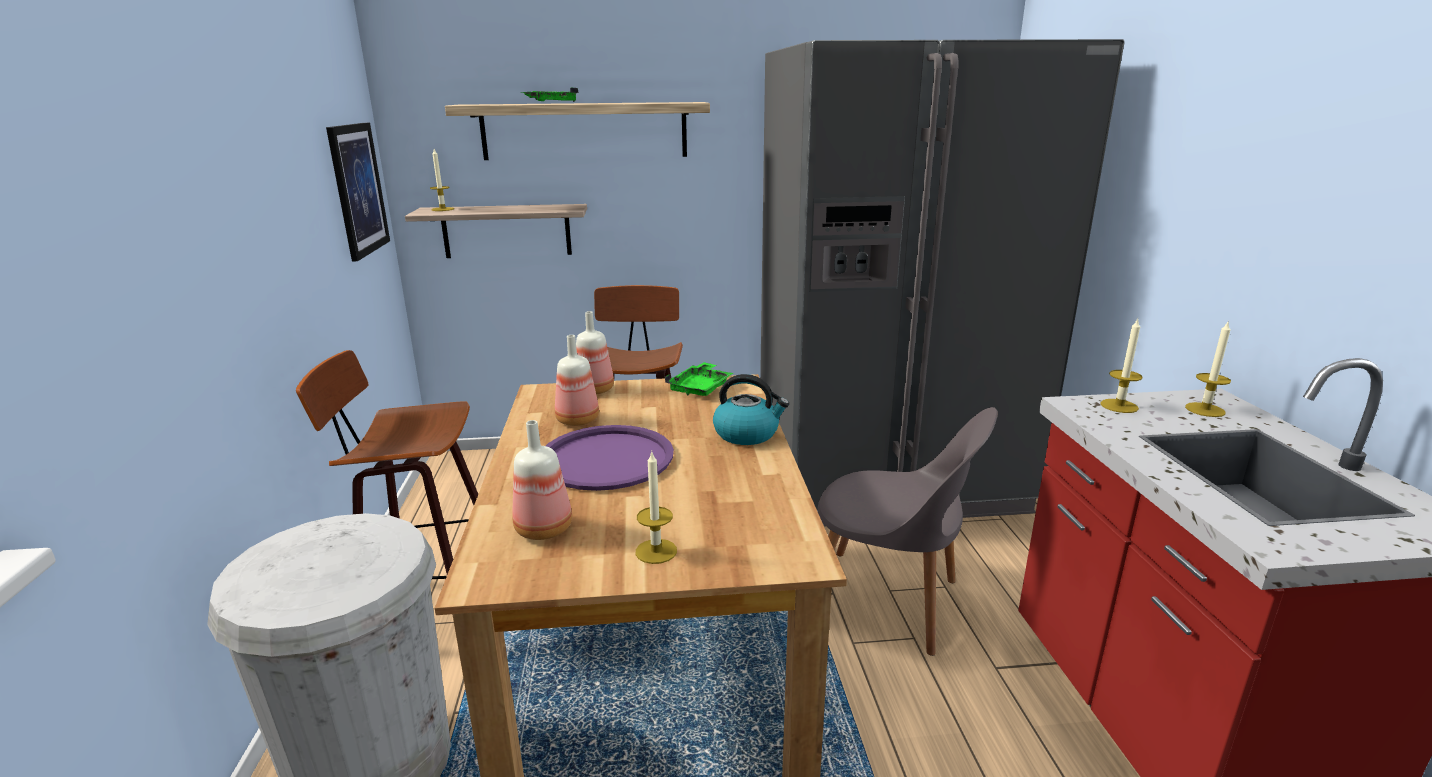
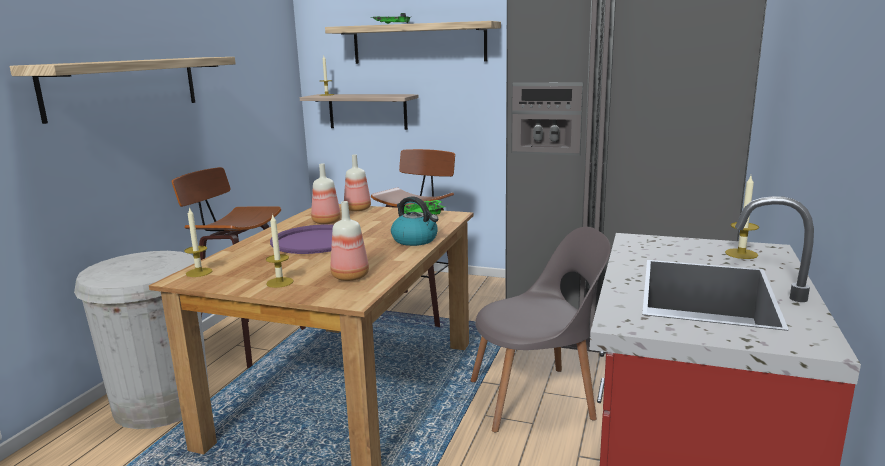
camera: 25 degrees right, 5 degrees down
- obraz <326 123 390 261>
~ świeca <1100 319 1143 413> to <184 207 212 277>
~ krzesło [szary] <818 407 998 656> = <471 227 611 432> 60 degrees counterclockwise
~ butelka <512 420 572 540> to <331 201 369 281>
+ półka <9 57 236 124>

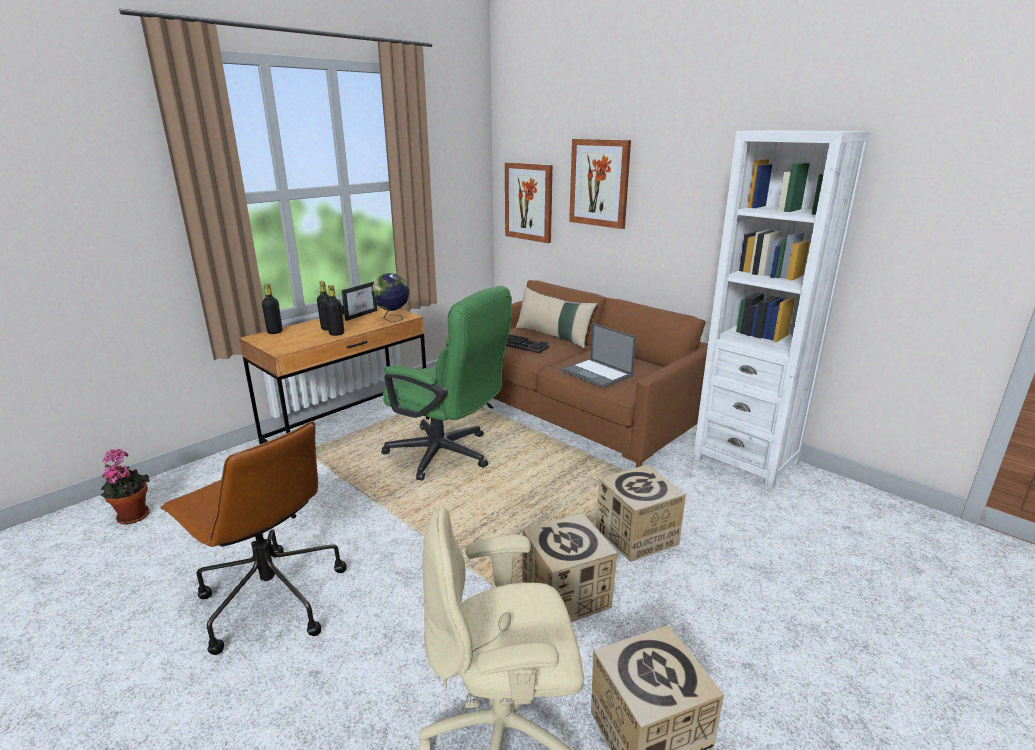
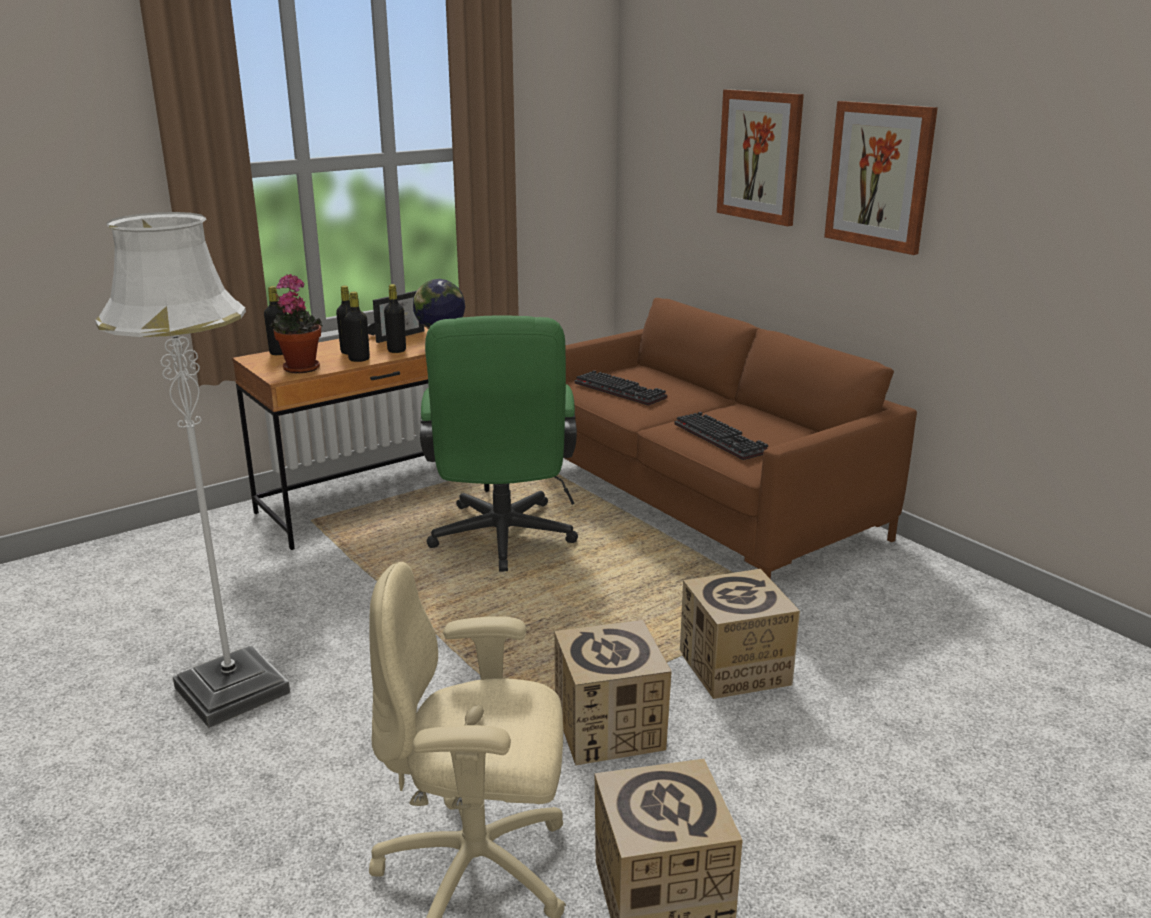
camera: 10 degrees right, 0 degrees up
- regał [biały] <693 130 870 490>
~ obraz <505 162 553 243> to <824 101 938 255>
~ krzesło biurowe [zielony] <381 286 512 481> = <420 315 578 572> 45 degrees clockwise
- poduszka [beżowy] <516 287 597 348>
~ laptop <562 323 636 388> to klawiatura <674 412 768 460>
~ krzesło biurowe [brązowy] <161 421 347 655> to lampa stojąca [biały] <95 212 290 728>
~ roślina doniczkowa <101 449 150 524> to <270 274 323 374>
+ butelka [czarny] <384 284 406 353>

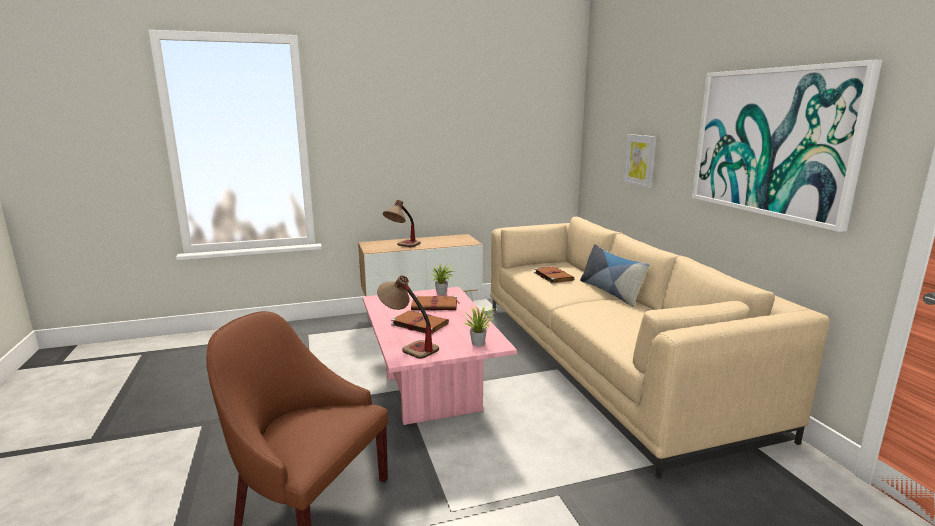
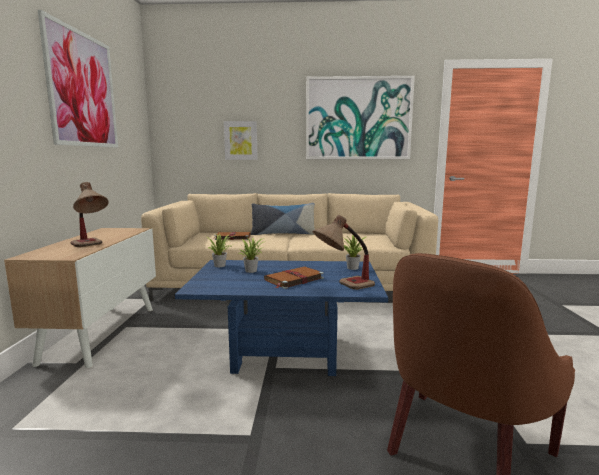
camera: 70 degrees left, 5 degrees down
~ ława [różowy] <363 287 517 425> to ława [niebieski] <175 260 388 376>
~ książka [brązowy] <411 296 461 310> to roślina doniczkowa <237 237 265 273>
+ obraz <38 10 118 148>

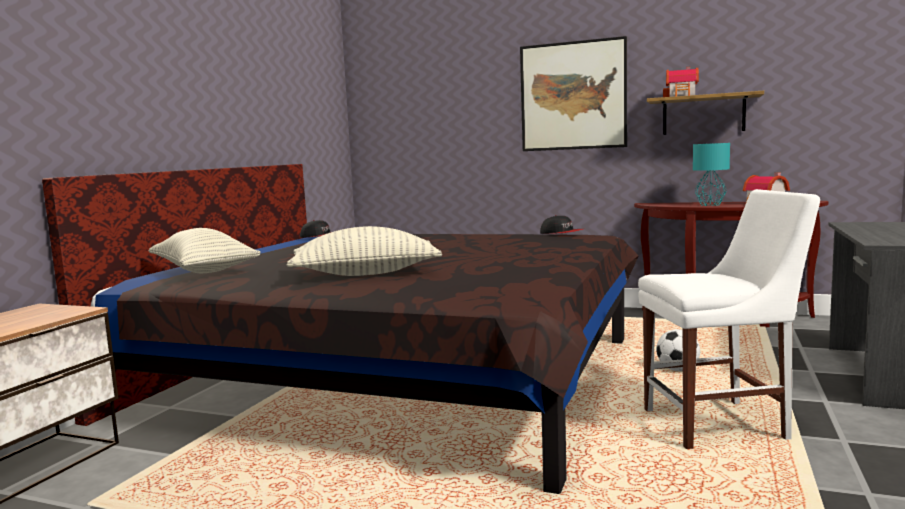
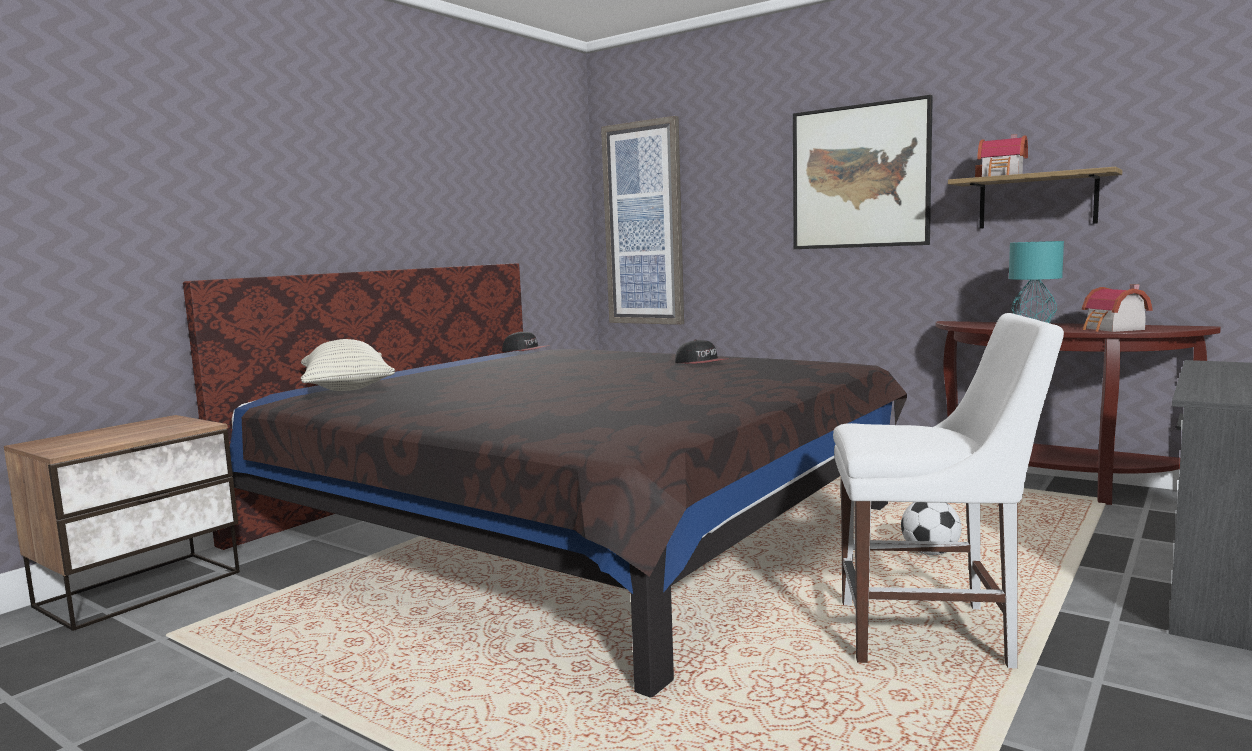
camera: 15 degrees right, 0 degrees up
~ czapka z daszkiem <540 215 583 234> to <675 339 728 364>
- poduszka <287 226 442 276>
+ obraz <601 116 684 325>

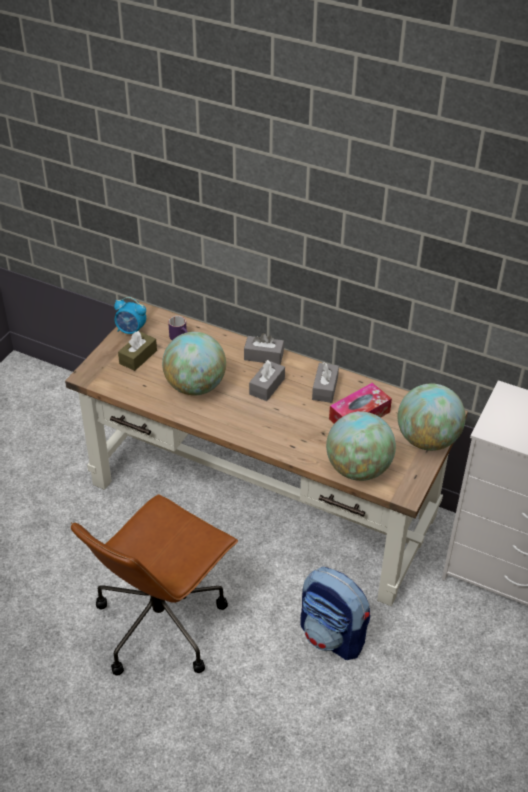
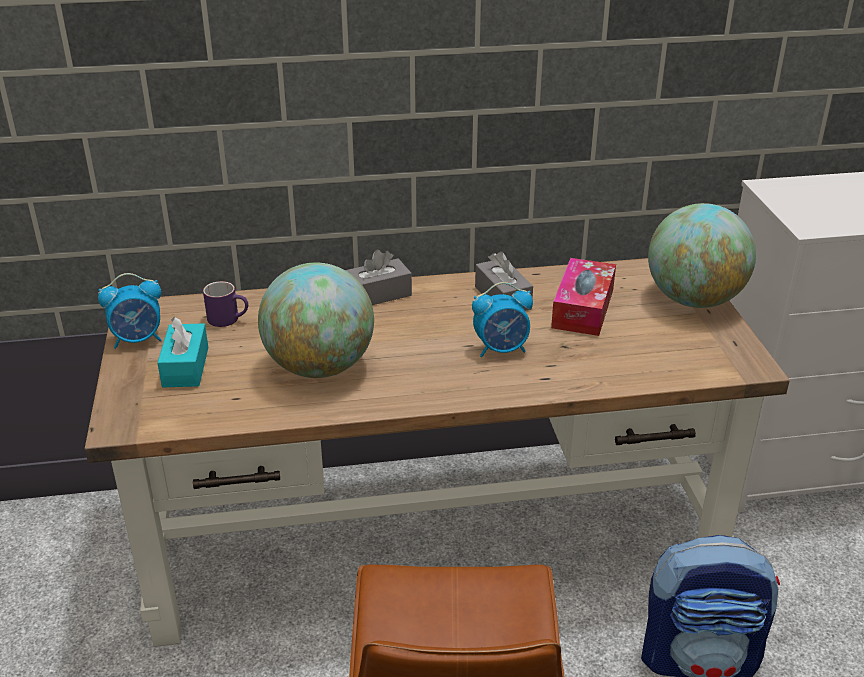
camera: 35 degrees left, 10 degrees down
~ pudełko chusteczek [brązowy] <118 331 157 371> to pudełko chusteczek [turkusowy] <158 317 208 387>
- pudełko chusteczek [szary] <249 360 285 401>
- globus <326 412 396 481>
+ budzik <472 282 533 357>

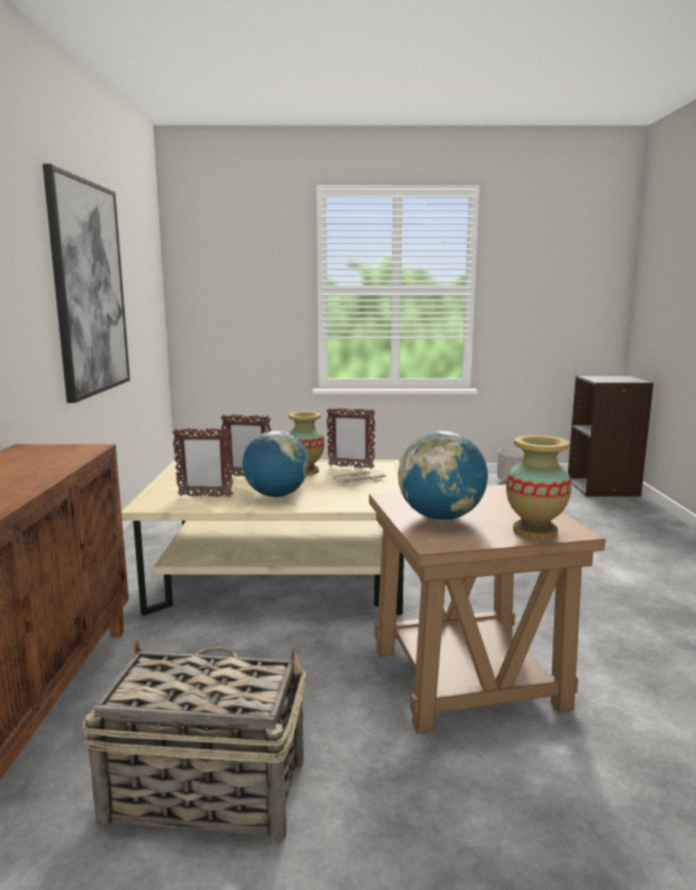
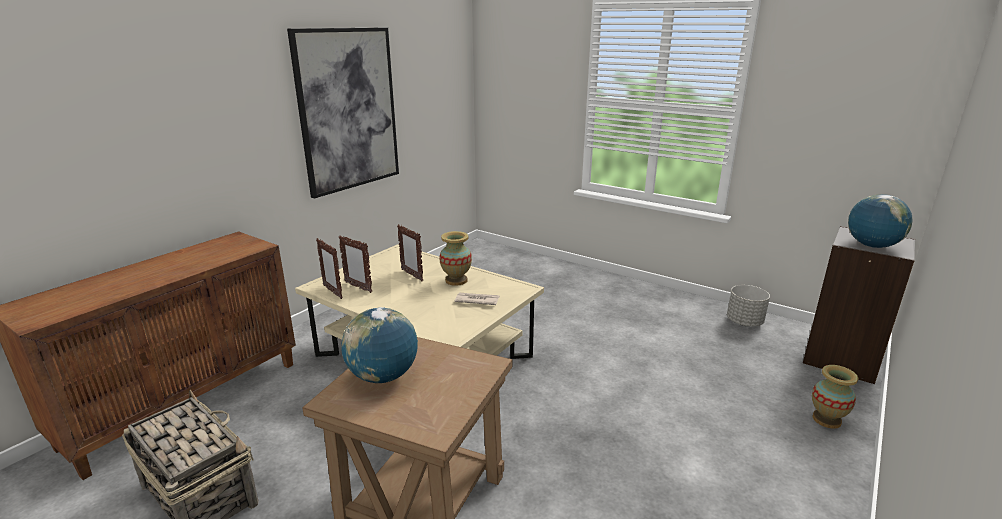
camera: 35 degrees right, 10 degrees up
~ ramka na zdjęcie <326 408 375 469> to <316 238 343 299>
~ globus <242 431 309 497> to <848 194 913 248>
~ wazon <506 435 572 540> to <812 365 858 429>

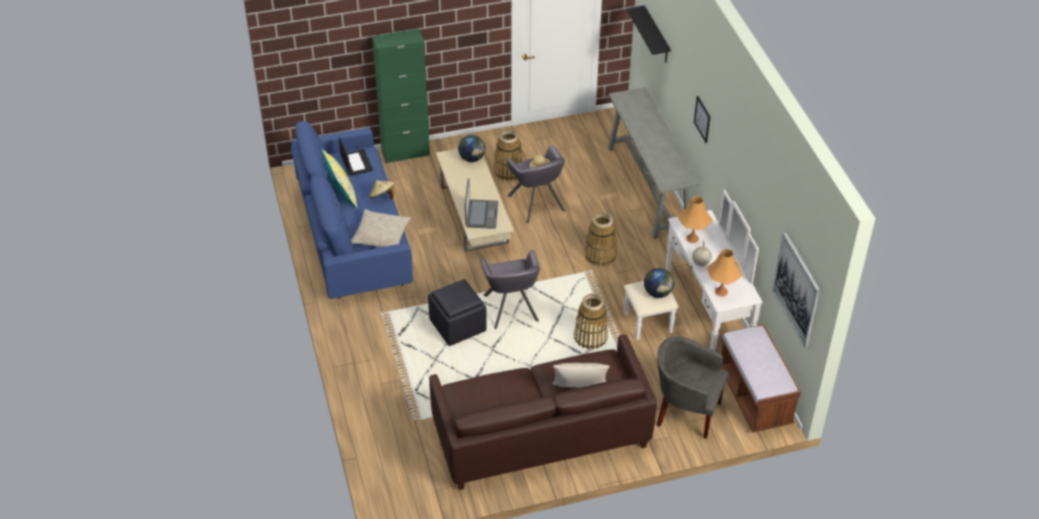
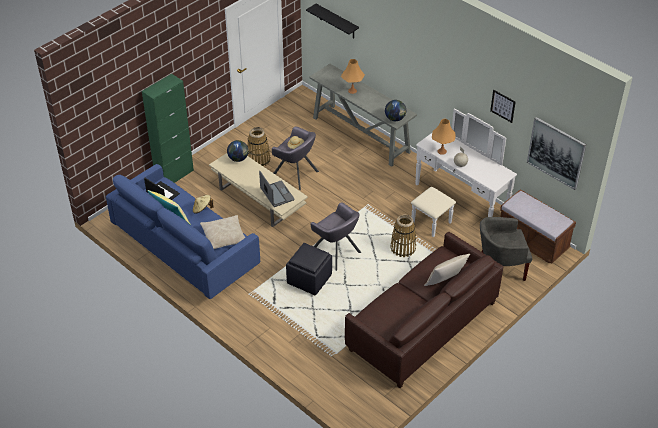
camera: 30 degrees left, 0 degrees up
~ obraz <694 96 710 143> to <490 90 516 123>
- koszyk <585 212 617 267>
~ lampa stołowa [pomarańczowy] <707 249 742 296> to <341 59 365 94>
~ globus <644 268 674 298> to <385 100 406 121>

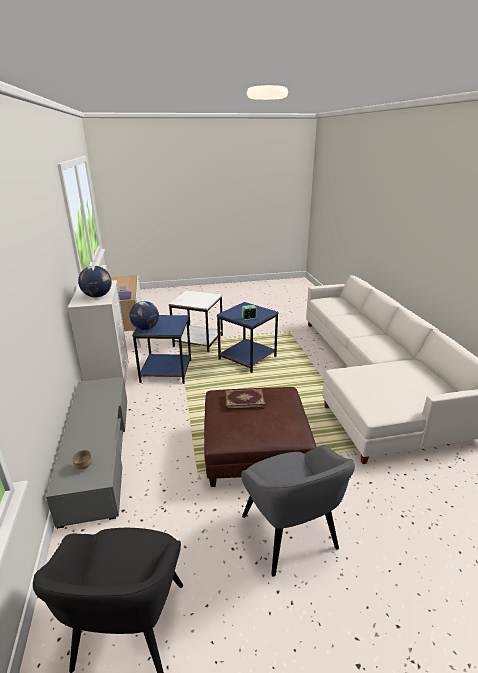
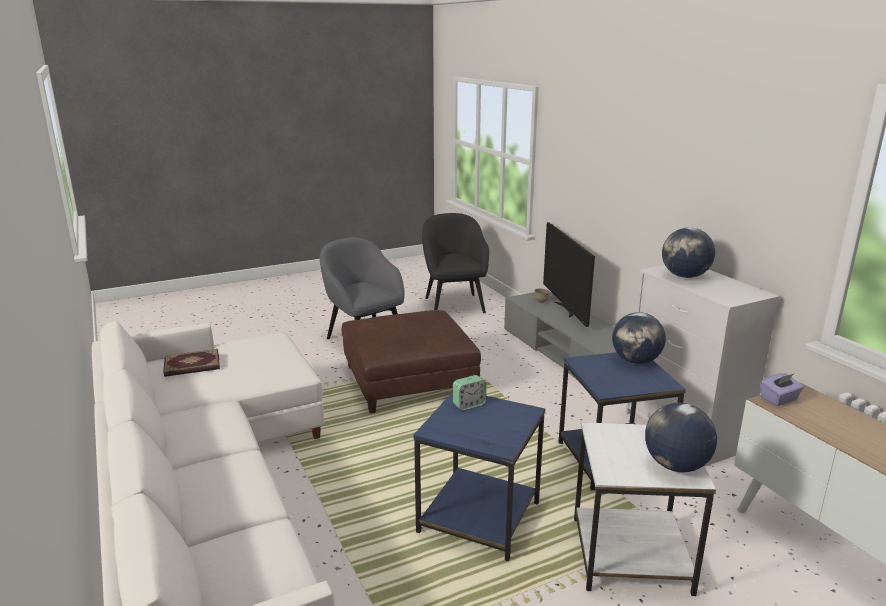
camera: 165 degrees right, 5 degrees down
~ książka <225 389 265 410> to <163 349 220 377>
+ telewizor <543 222 595 327>
+ globus <645 403 717 472>

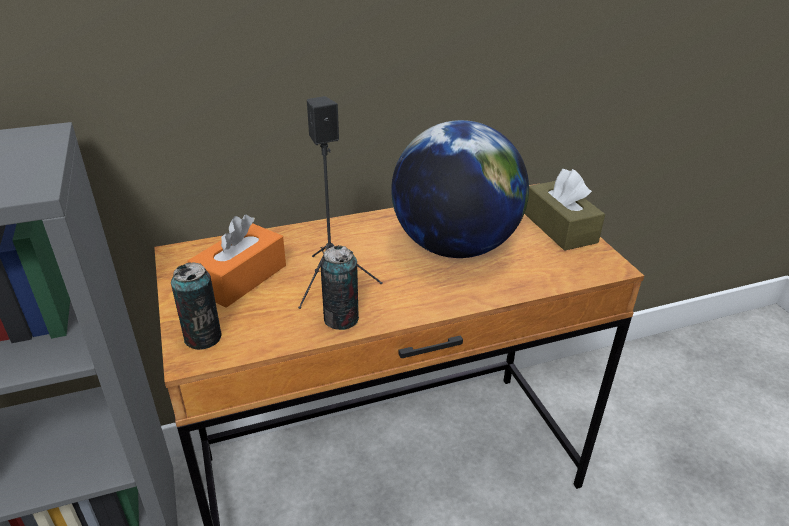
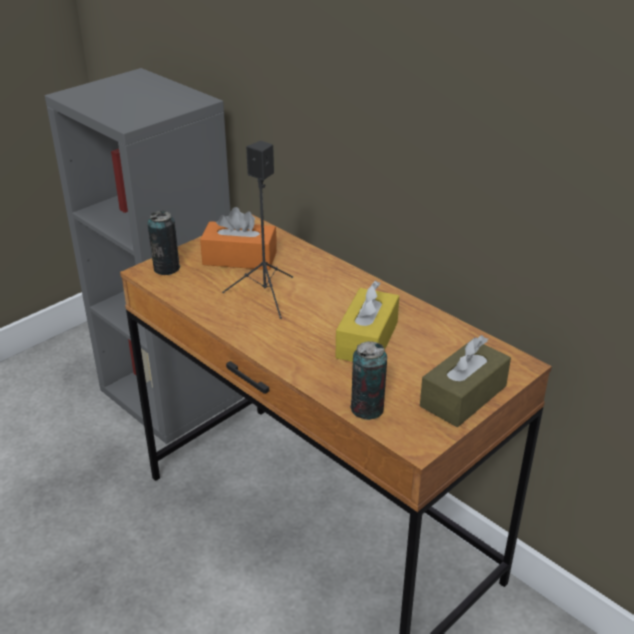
camera: 65 degrees right, 0 degrees up
~ globus <391 120 529 258> to pudełko chusteczek [żółty] <336 280 399 362>
~ puszka <320 245 359 330> to <350 341 387 420>

